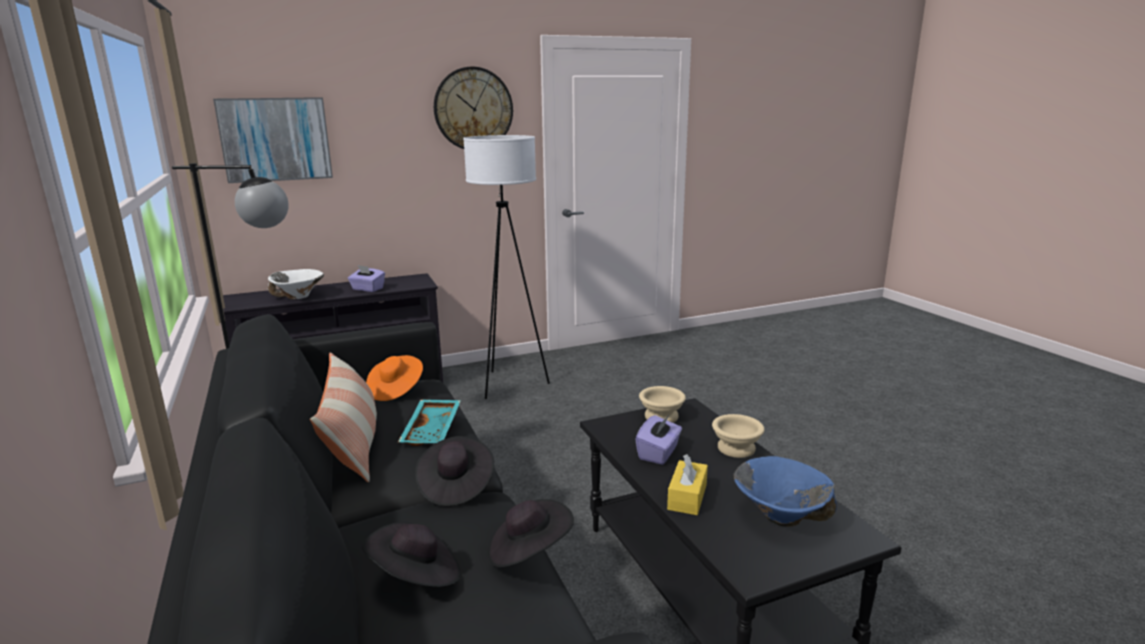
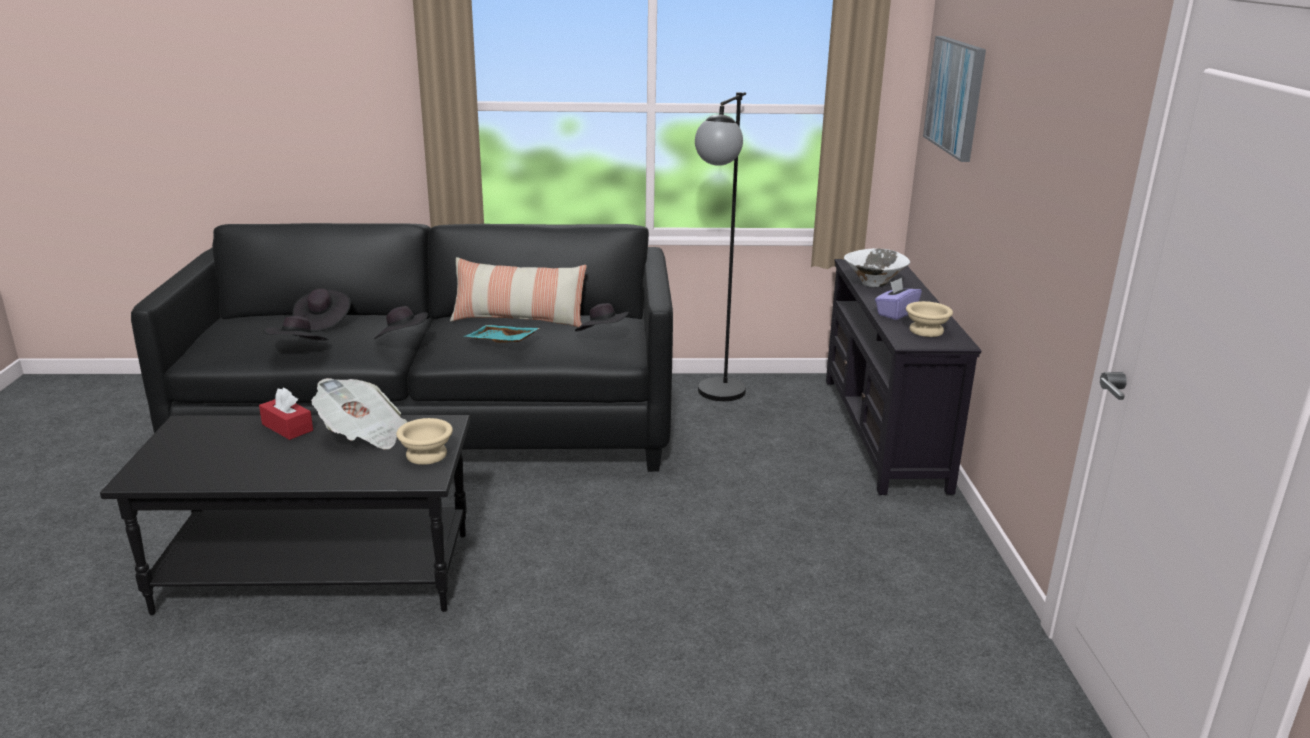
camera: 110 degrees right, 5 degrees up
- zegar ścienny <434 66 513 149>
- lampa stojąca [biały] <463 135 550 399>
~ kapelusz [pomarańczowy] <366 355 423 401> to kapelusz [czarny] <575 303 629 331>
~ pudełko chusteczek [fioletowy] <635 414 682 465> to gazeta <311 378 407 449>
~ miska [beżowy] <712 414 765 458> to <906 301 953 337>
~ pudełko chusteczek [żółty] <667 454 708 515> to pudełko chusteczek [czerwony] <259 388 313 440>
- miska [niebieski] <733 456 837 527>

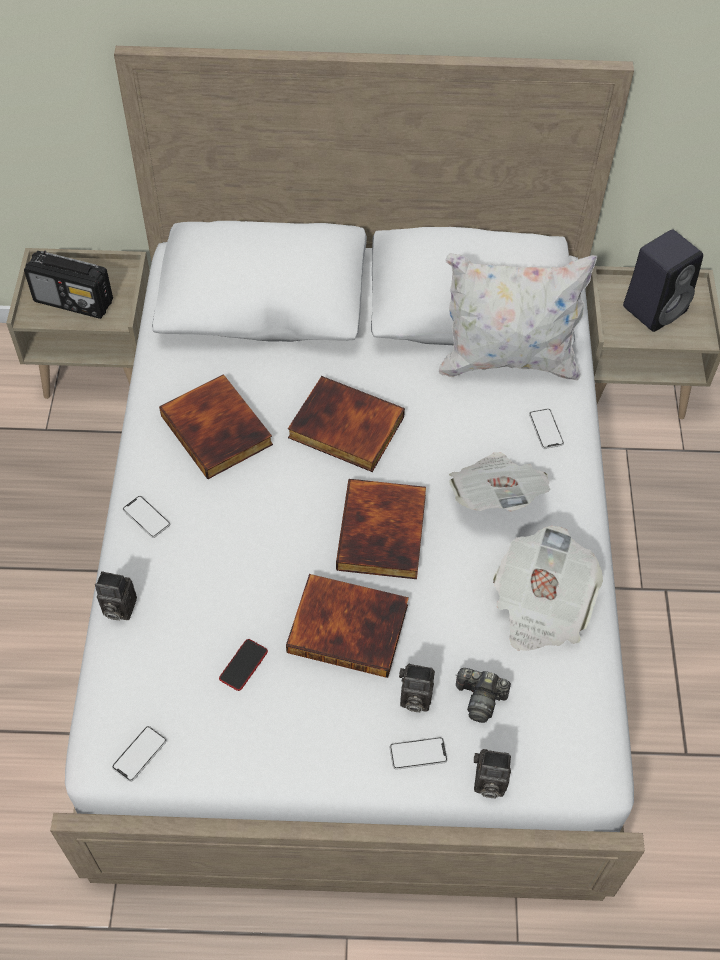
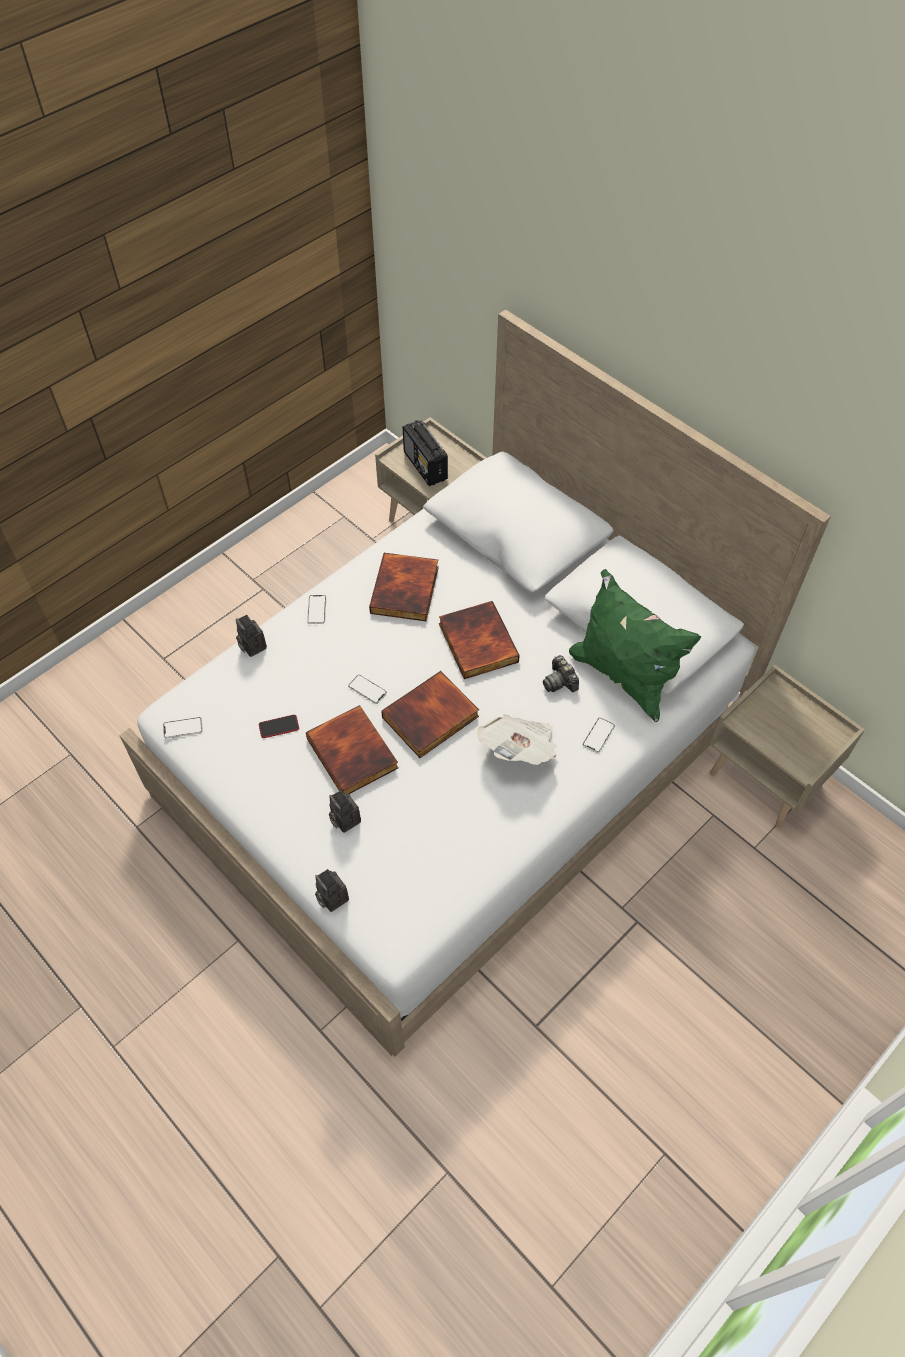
camera: 45 degrees right, 0 degrees up
- głośnik [czarny] <623 229 703 332>
~ poduszka [biały] <439 253 597 380> to poduszka [zielony] <569 569 701 722>
- gazeta <493 526 603 651>
~ aparat fotograficzny <455 668 511 723> to <543 655 579 692>
~ telefon <390 737 448 770> to <348 675 387 704>

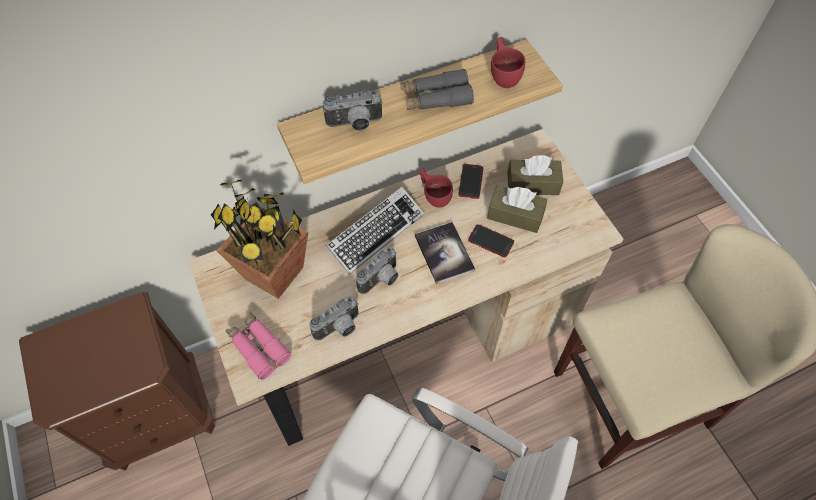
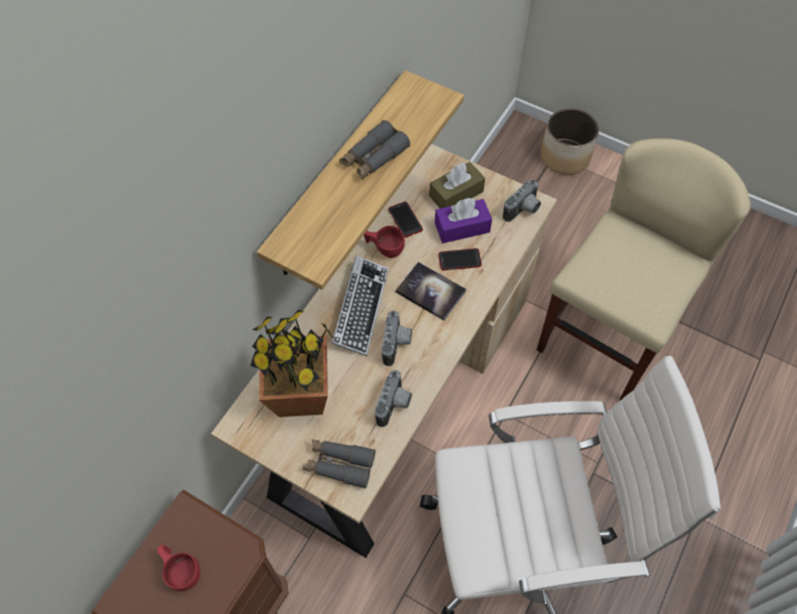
camera: 35 degrees left, 0 degrees up
~ filiżanka [czerwony] <491 37 525 88> to <157 545 200 591>
~ aparat fotograficzny <323 90 383 131> to <503 180 541 222>
~ pudełko chusteczek [brązowy] <487 185 547 233> to pudełko chusteczek [fioletowy] <435 198 492 243>
~ lornetka [różowy] <226 312 292 380> to lornetka [szary] <303 439 375 489>
+ donica <541 108 599 175>

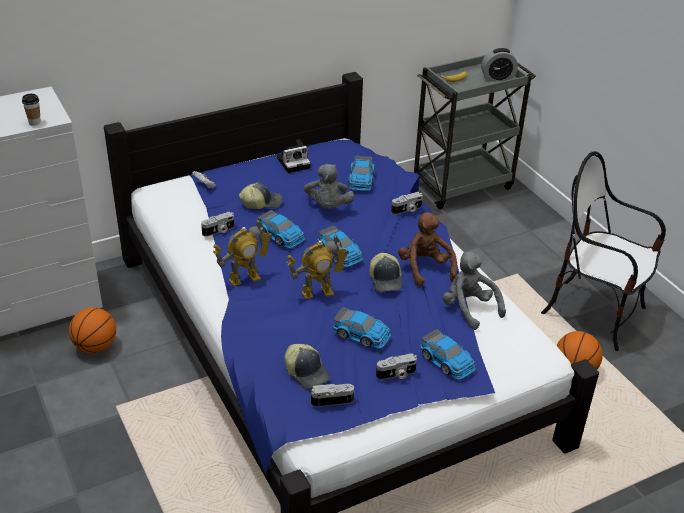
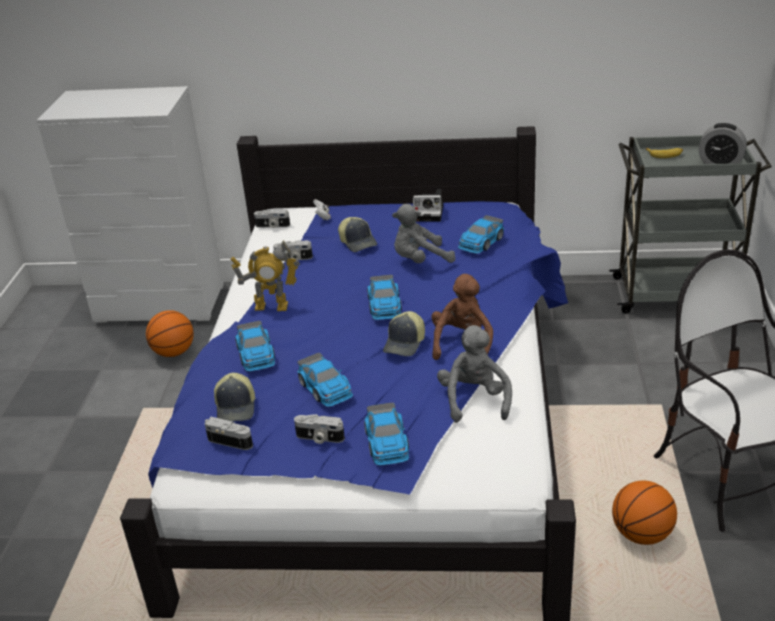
camera: 35 degrees right, 5 degrees down
- filiżanka <22 94 41 125>
~ pluszak [szary] <304 164 355 209> = <392 204 456 263> 45 degrees clockwise
~ czapka z daszkiem <239 182 282 209> = <338 217 377 252> 45 degrees clockwise
~ aparat fotograficzny <391 192 423 215> to <254 209 290 228>
~ samochodzik <258 210 305 248> to <235 321 275 371>
- robot zabawkowy <286 234 349 300>

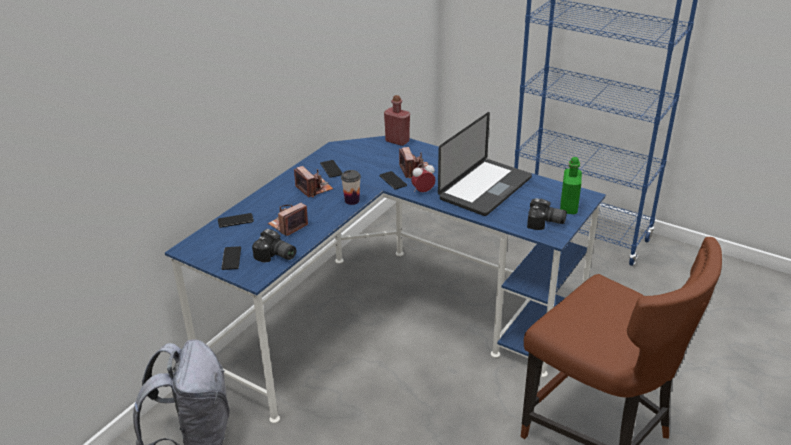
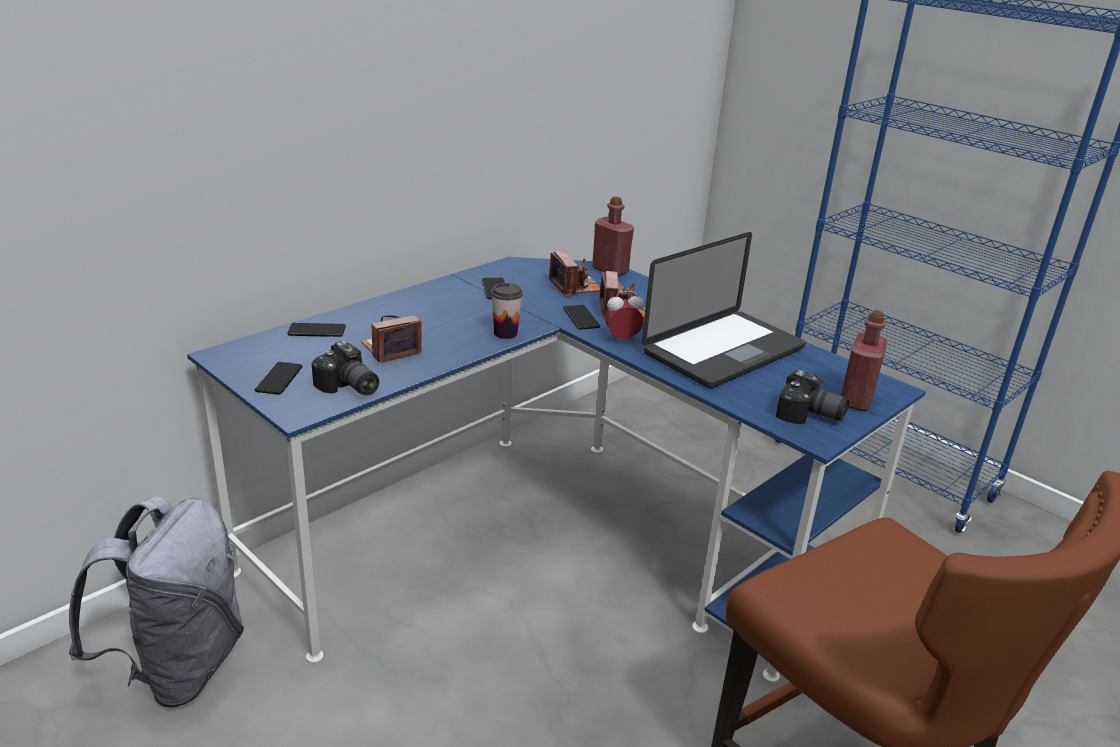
camera: 10 degrees right, 5 degrees down
~ butelka [zielony] <560 157 582 214> to butelka [czerwony] <841 310 887 411>
~ aparat fotograficzny <294 166 333 197> to <549 251 600 296>

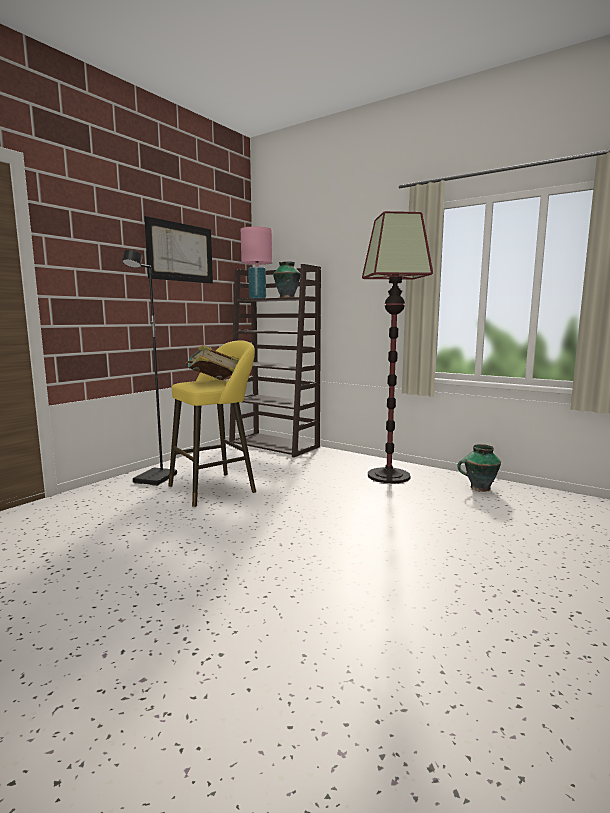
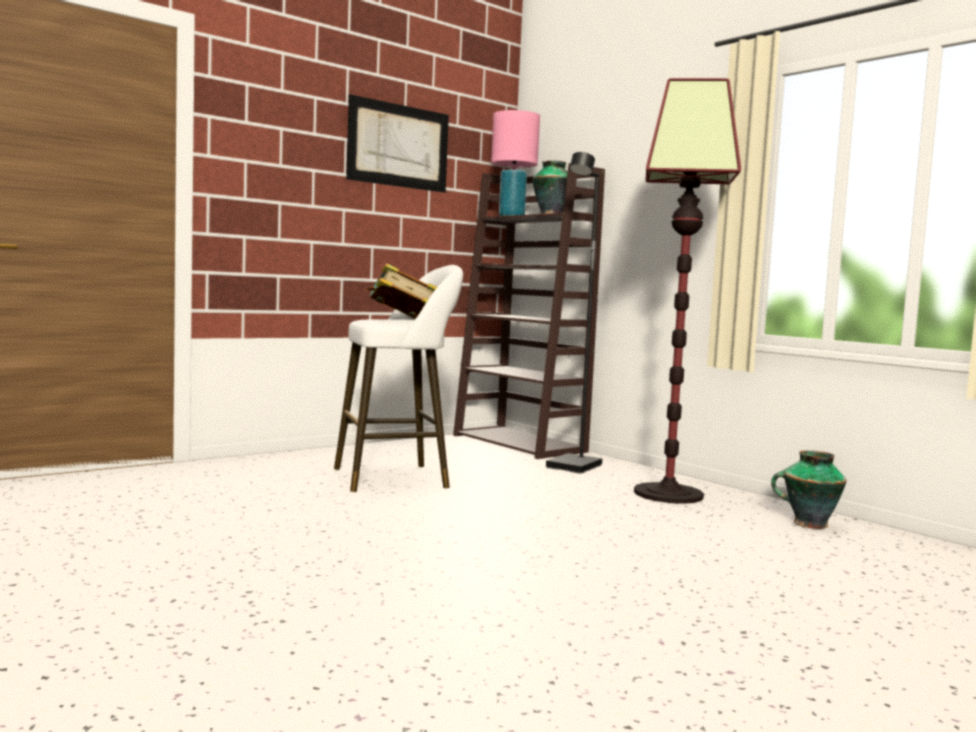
camera: 15 degrees right, 5 degrees down
~ lampa stojąca [czarny] <123 250 177 486> to <546 152 602 474>
~ stołek [żółty] <168 340 256 507> to stołek [biały] <334 265 463 492>

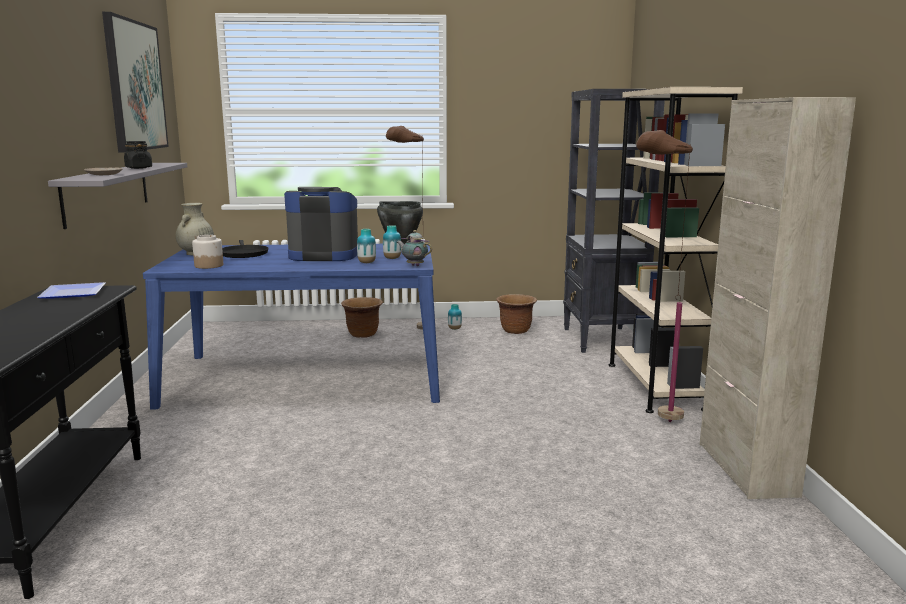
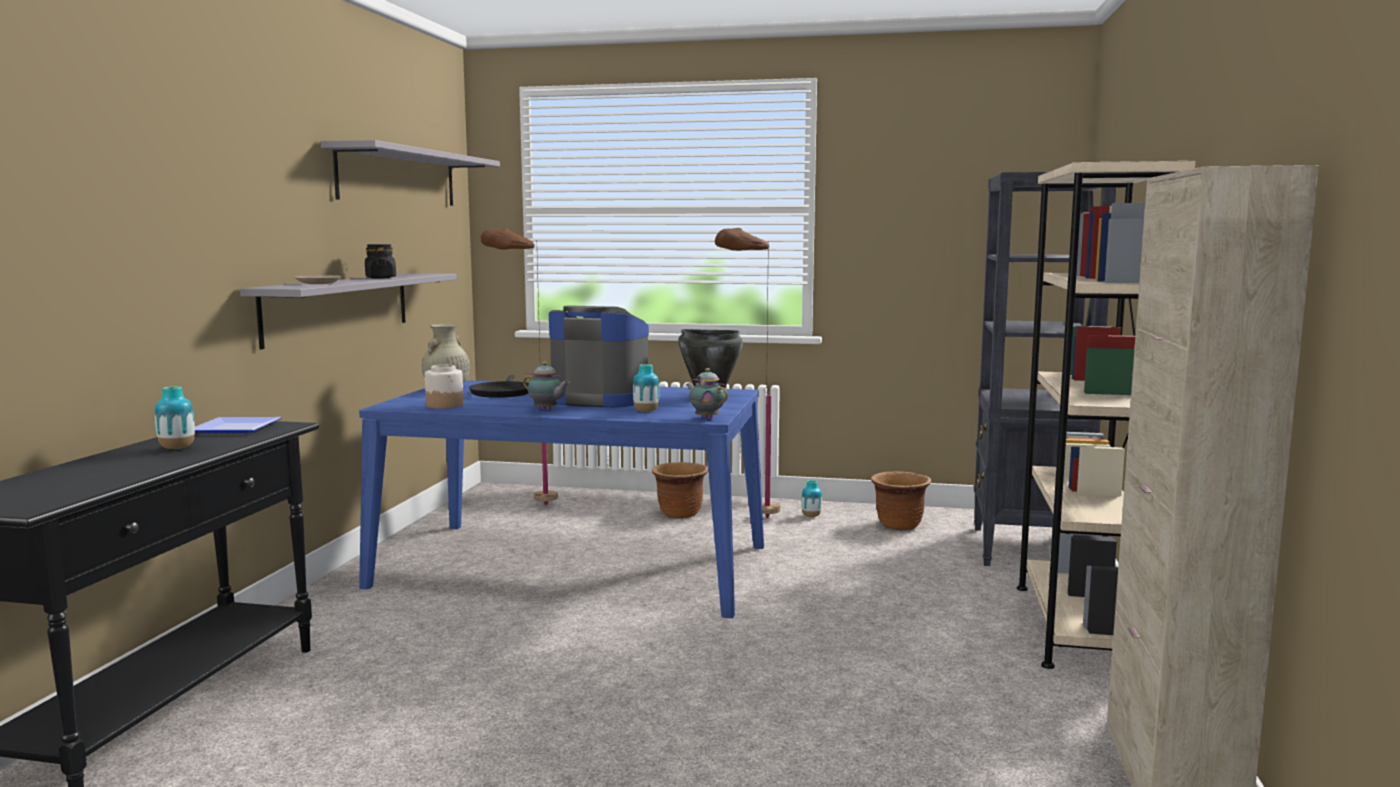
camera: 15 degrees right, 5 degrees down
~ obraz <102 12 169 152> to półka [szary] <321 140 500 206>
~ lampa stojąca [brązowy] <636 130 693 422> to <480 228 558 505>
~ wazon <383 225 401 259> to <155 386 195 449>
+ imbryk <523 362 570 410>

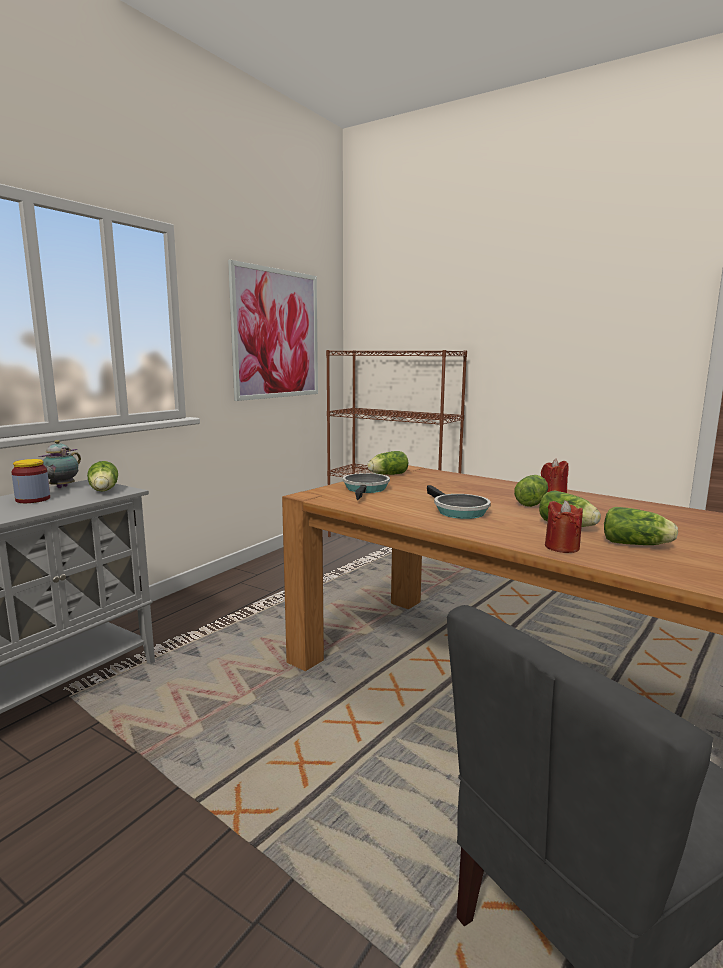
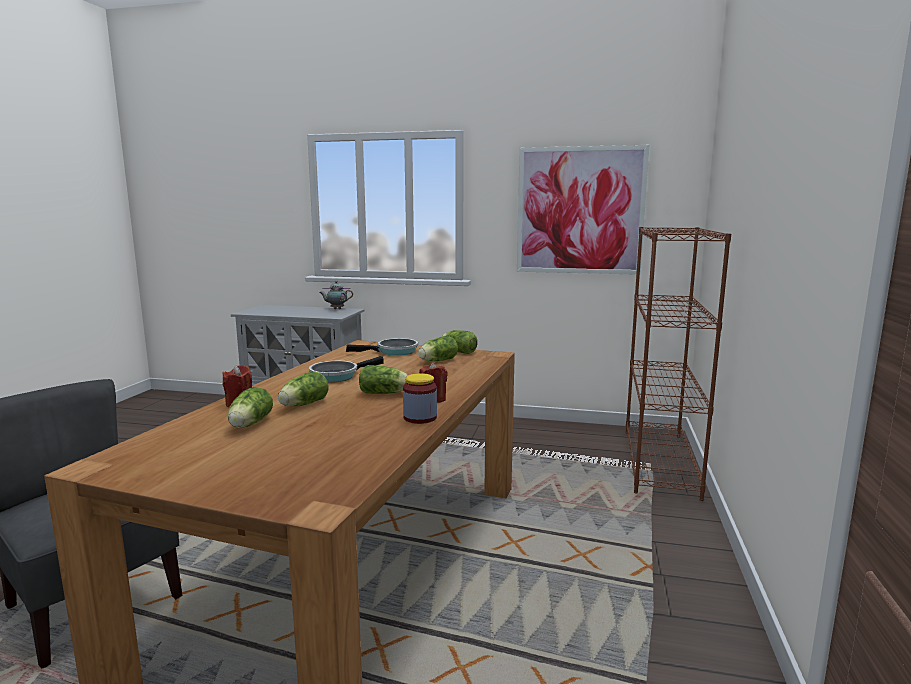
camera: 70 degrees right, 0 degrees up
~ słoik <11 459 50 503> to <403 373 437 424>
~ sałata <87 461 118 491> to <418 336 458 361>

